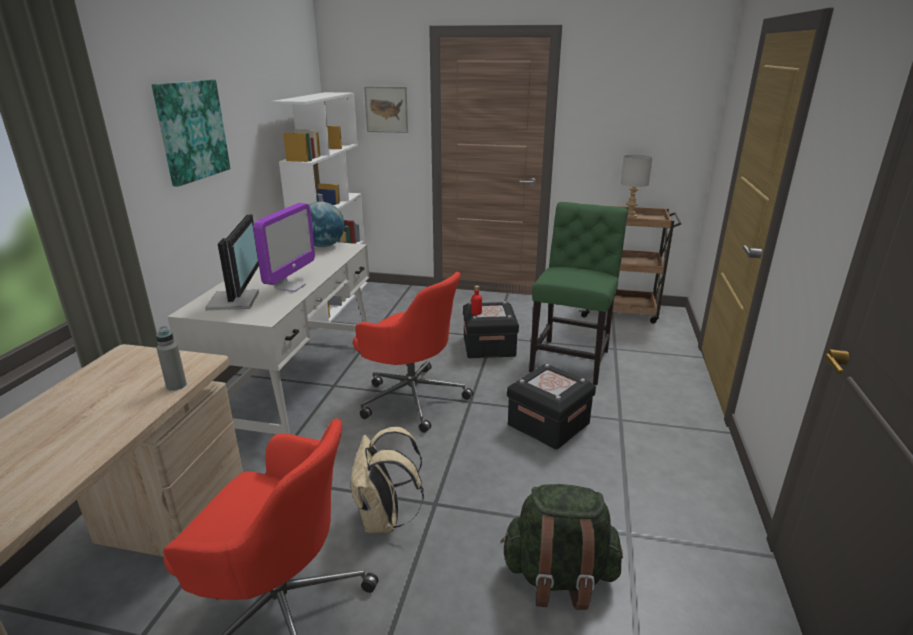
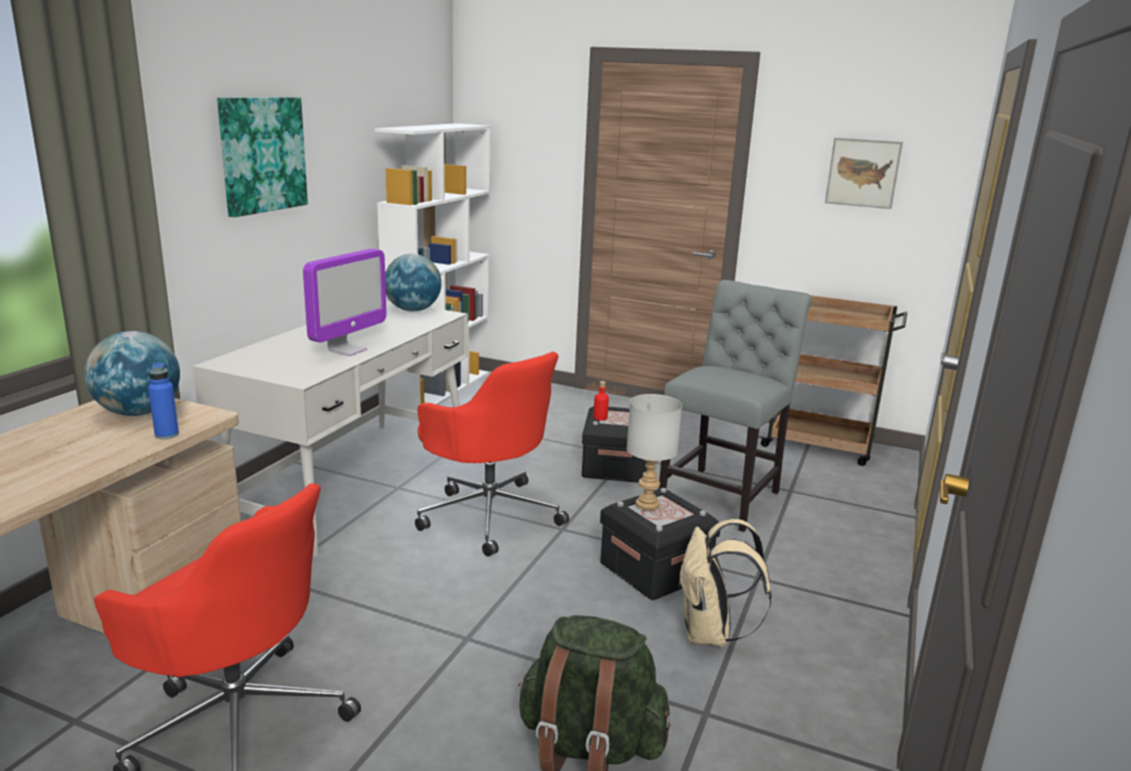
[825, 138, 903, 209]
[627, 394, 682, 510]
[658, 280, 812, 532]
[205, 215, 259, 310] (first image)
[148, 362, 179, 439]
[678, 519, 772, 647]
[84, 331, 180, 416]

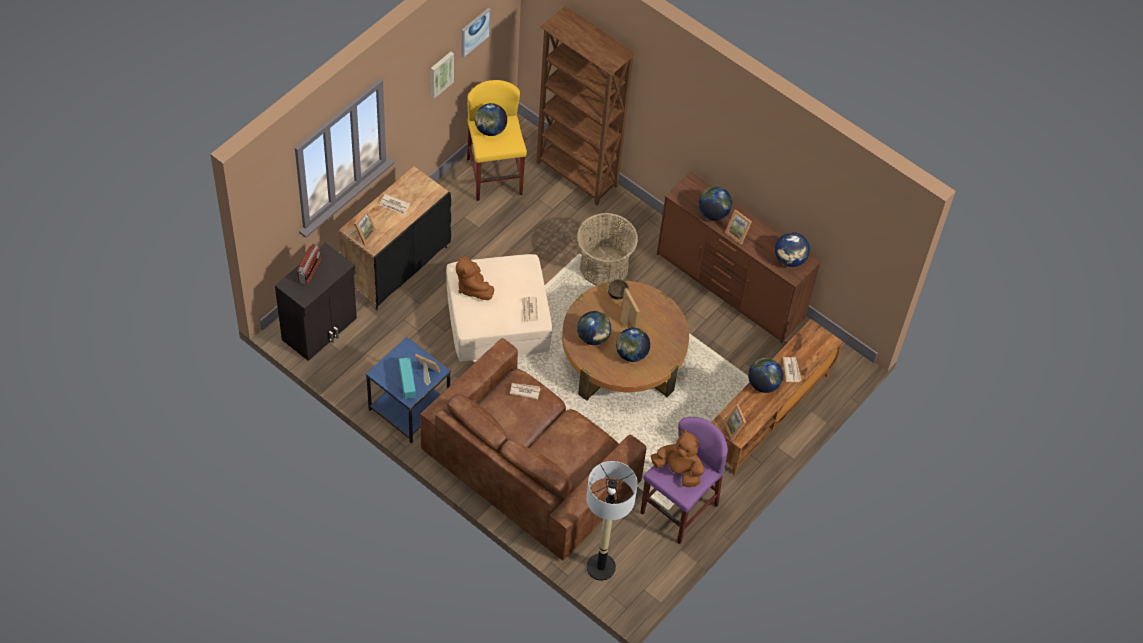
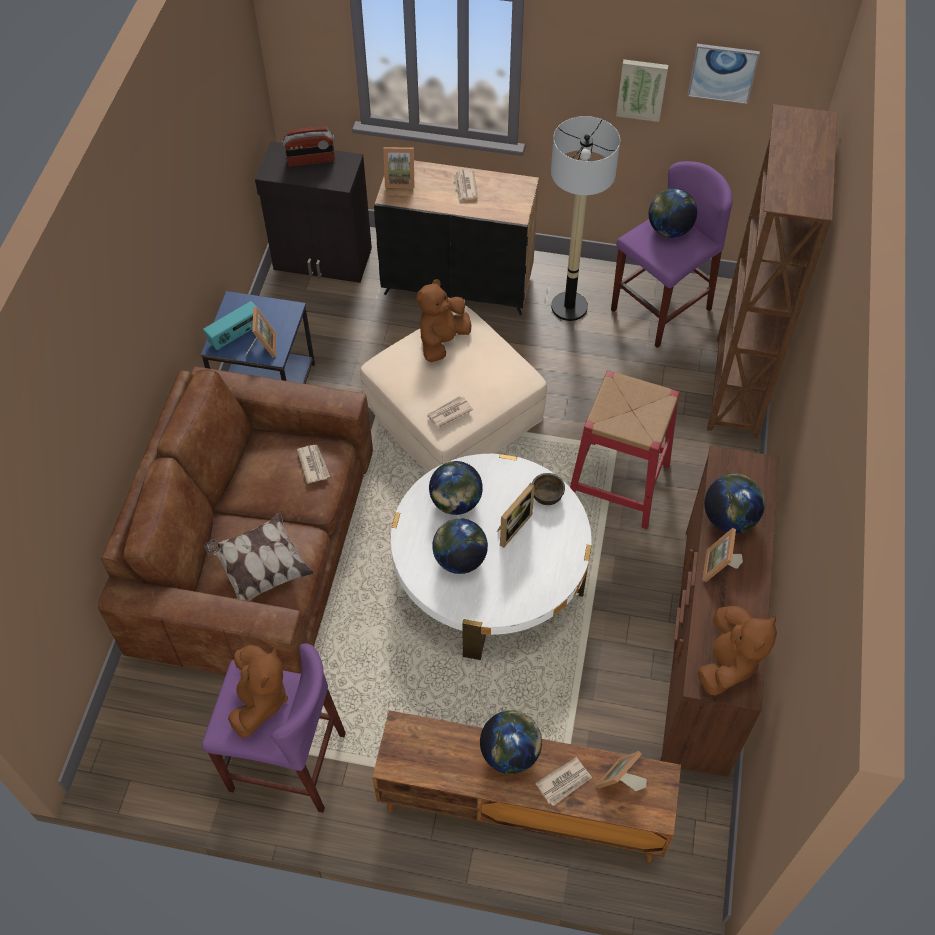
[611, 161, 733, 348]
[570, 370, 680, 529]
[698, 606, 777, 695]
[391, 454, 592, 660]
[595, 751, 647, 791]
[551, 116, 620, 321]
[204, 513, 314, 601]

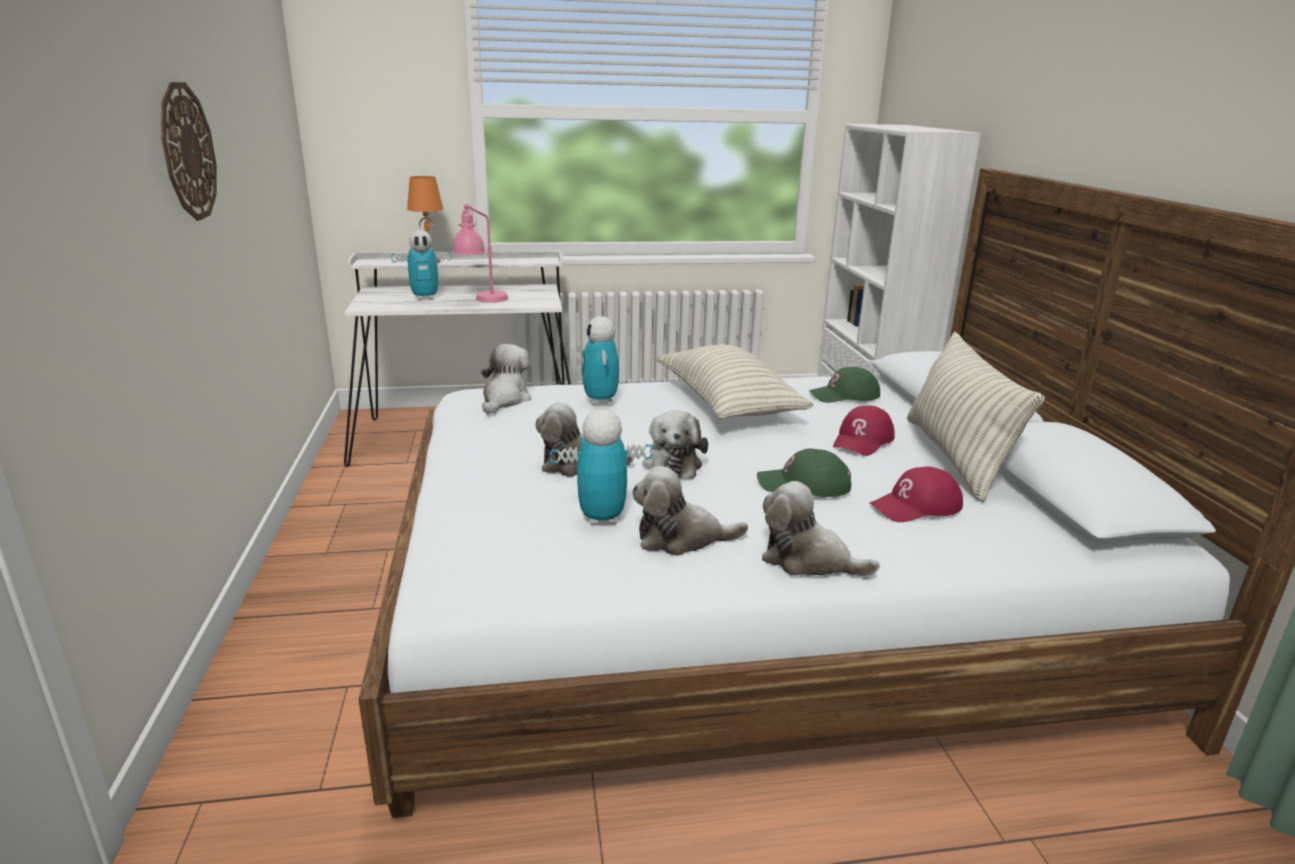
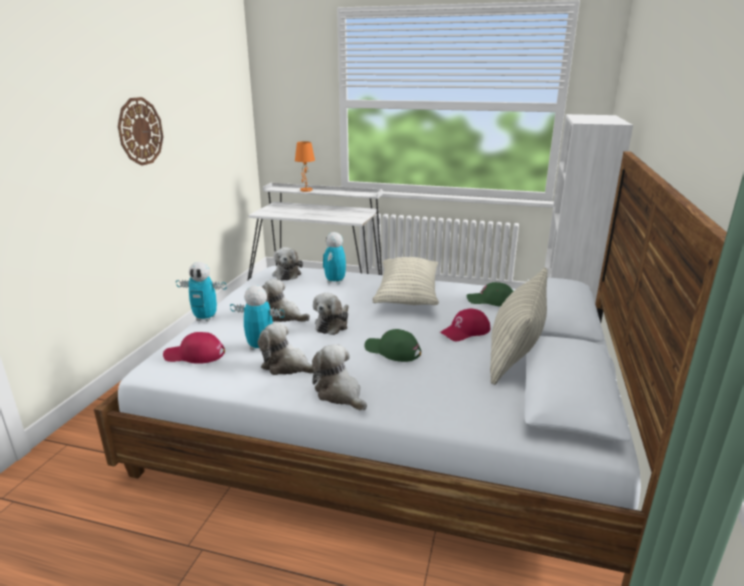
[452, 203, 508, 303] (first image)
[176, 262, 227, 322]
[272, 247, 303, 281]
[163, 332, 225, 364]

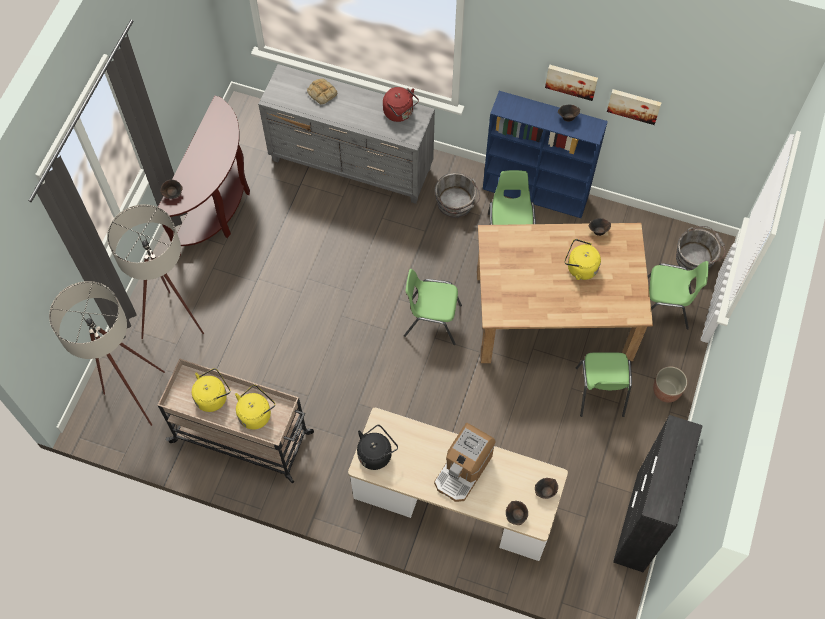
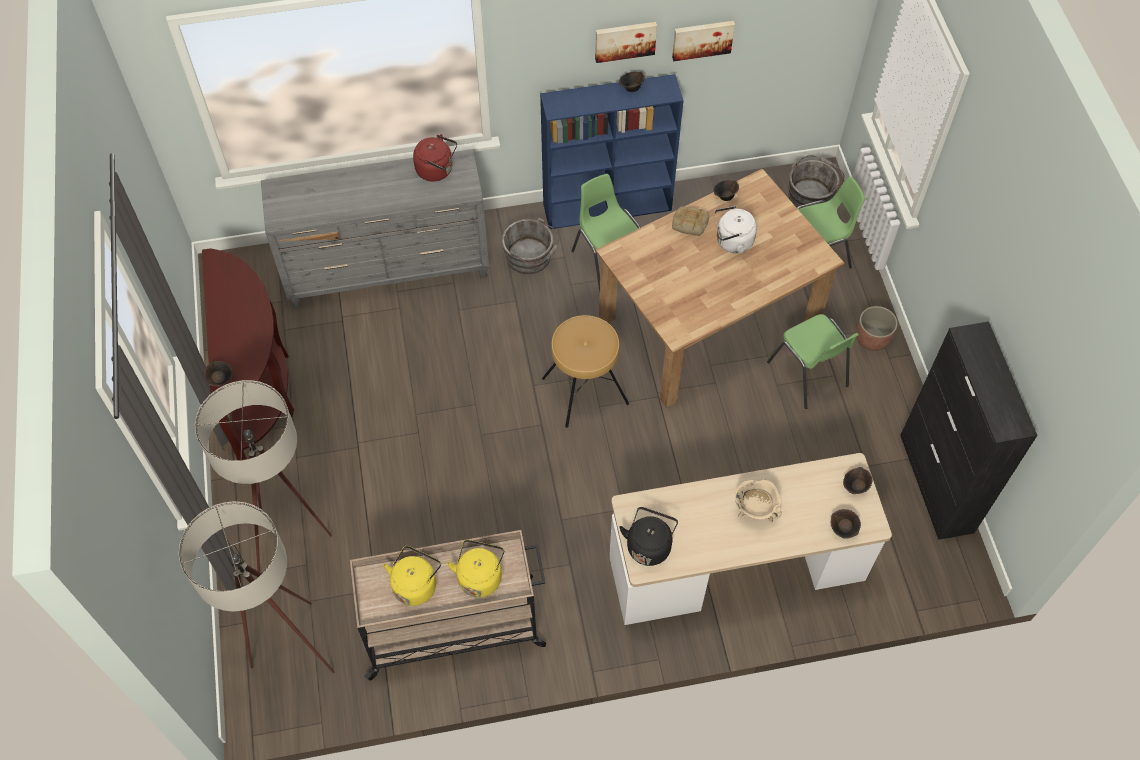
[672, 206, 709, 236]
[714, 206, 757, 253]
[542, 315, 629, 428]
[735, 479, 782, 522]

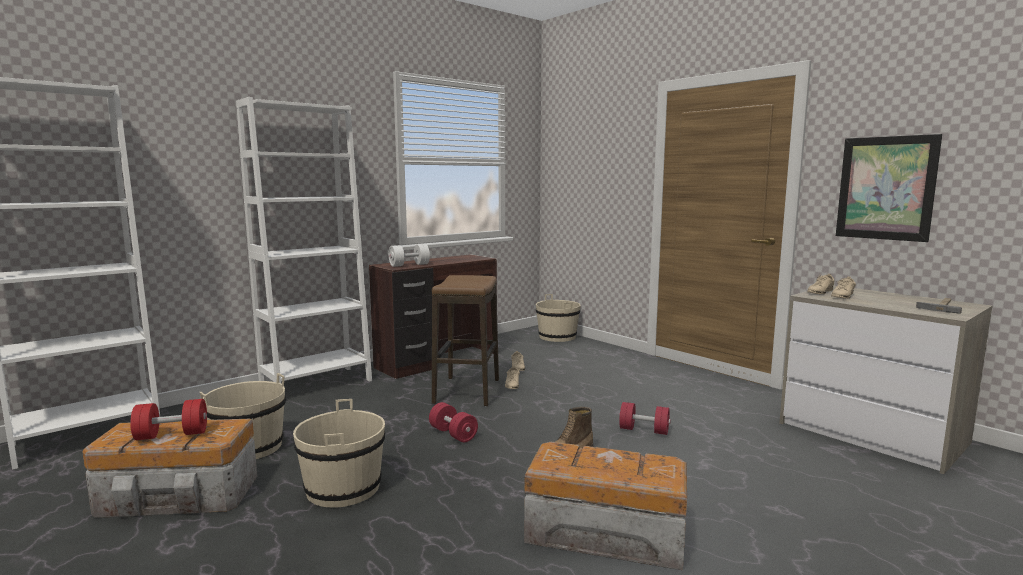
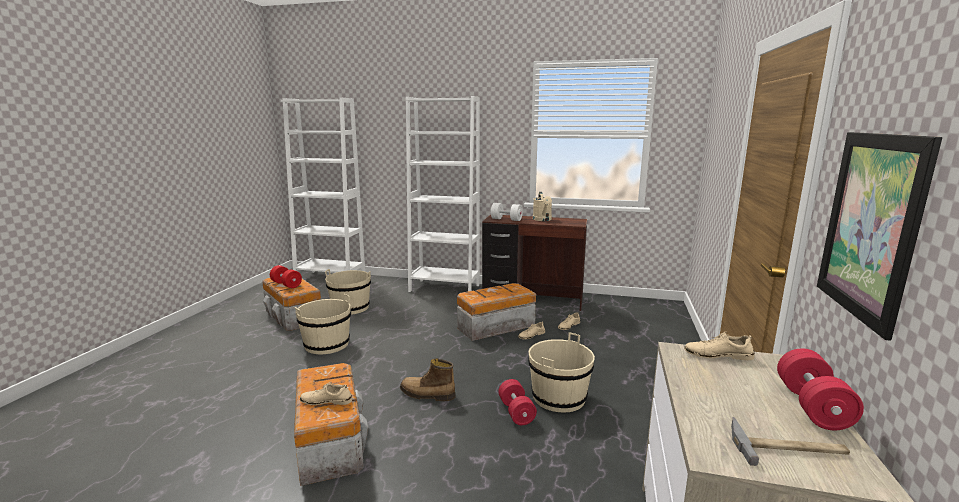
[457, 283, 536, 341]
[300, 382, 353, 405]
[528, 332, 595, 412]
[777, 348, 864, 430]
[533, 192, 552, 221]

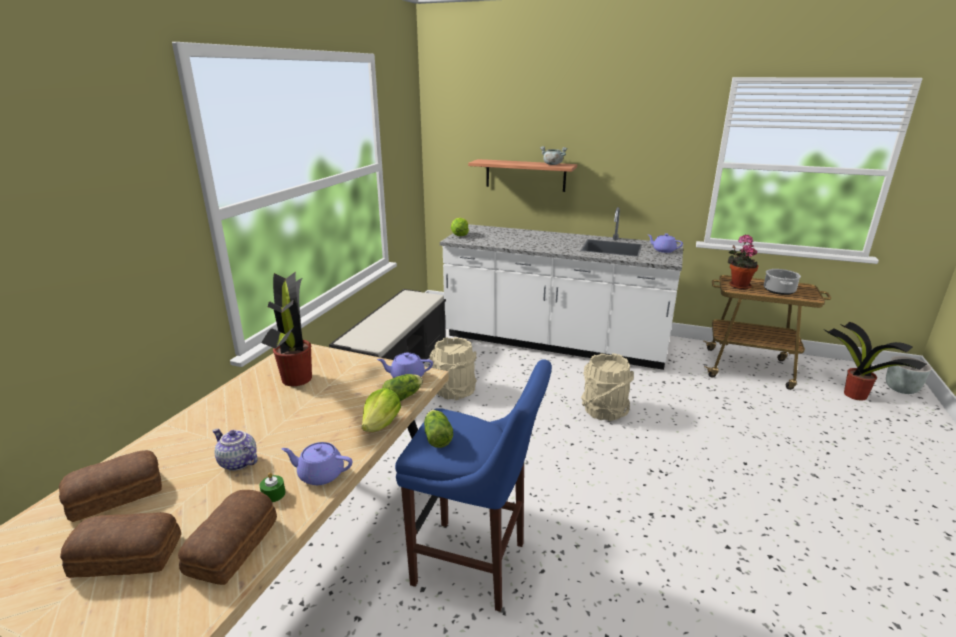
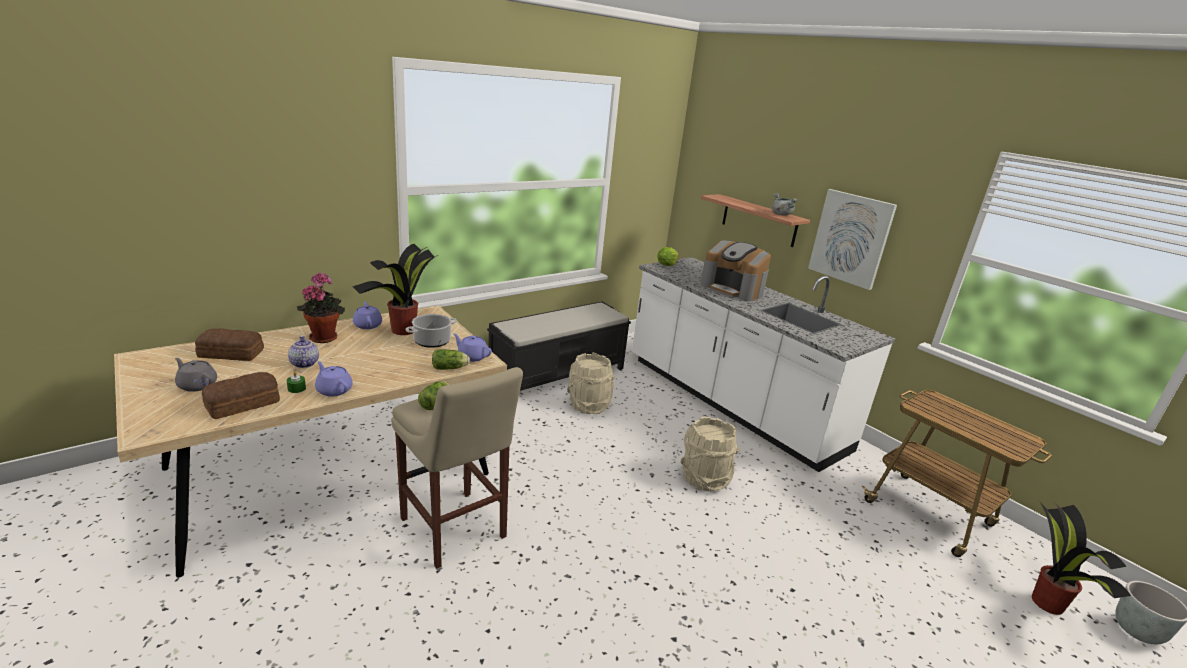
[353, 301, 382, 329]
[297, 272, 345, 343]
[406, 314, 457, 348]
[391, 367, 523, 569]
[362, 388, 401, 432] (first image)
[175, 358, 217, 392]
[808, 189, 897, 290]
[701, 241, 771, 302]

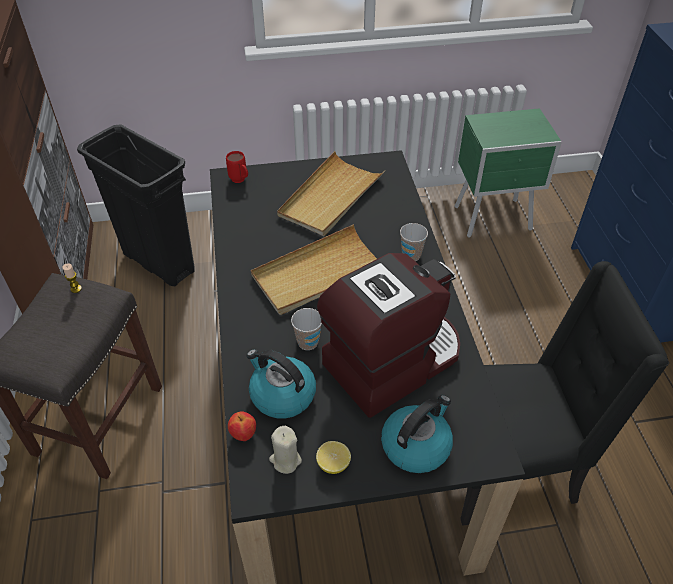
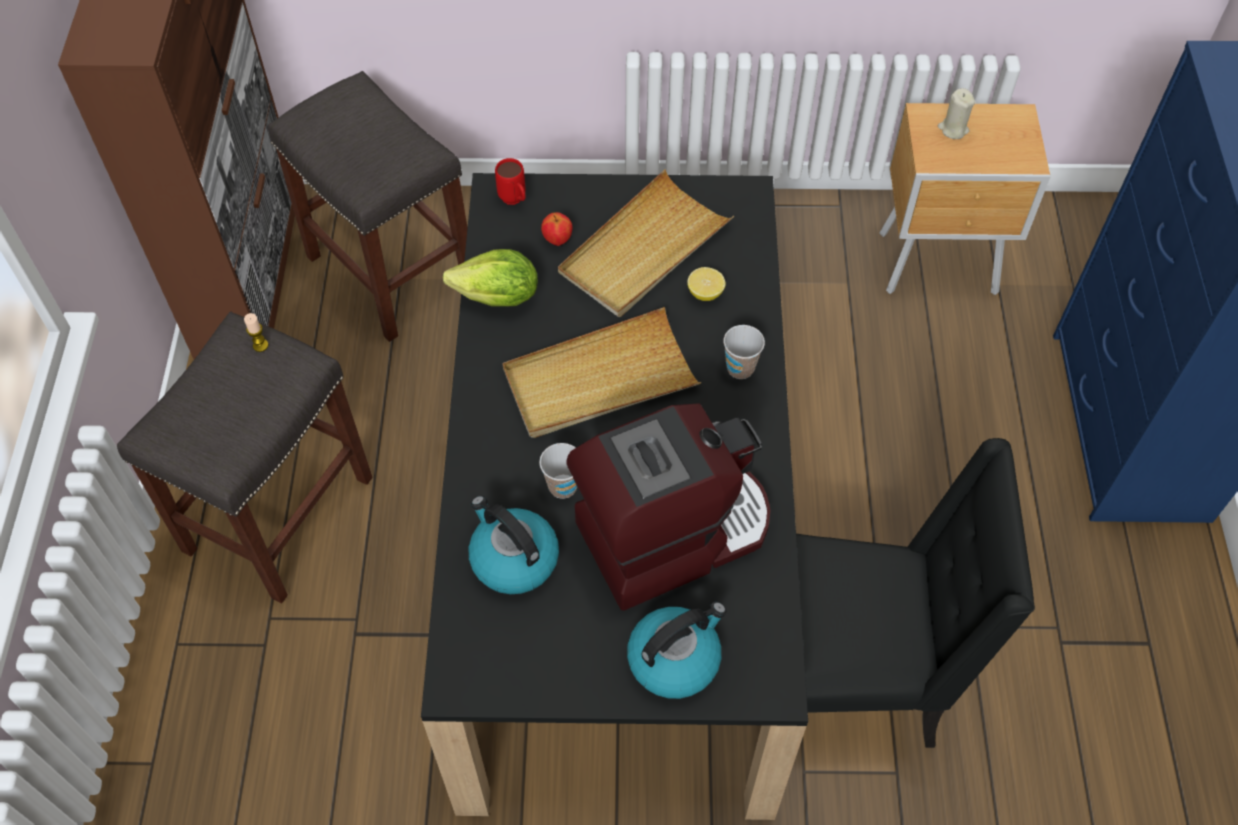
[879, 103, 1050, 295]
[268, 71, 467, 342]
[541, 212, 573, 246]
[938, 88, 975, 139]
[687, 267, 726, 301]
[443, 249, 538, 307]

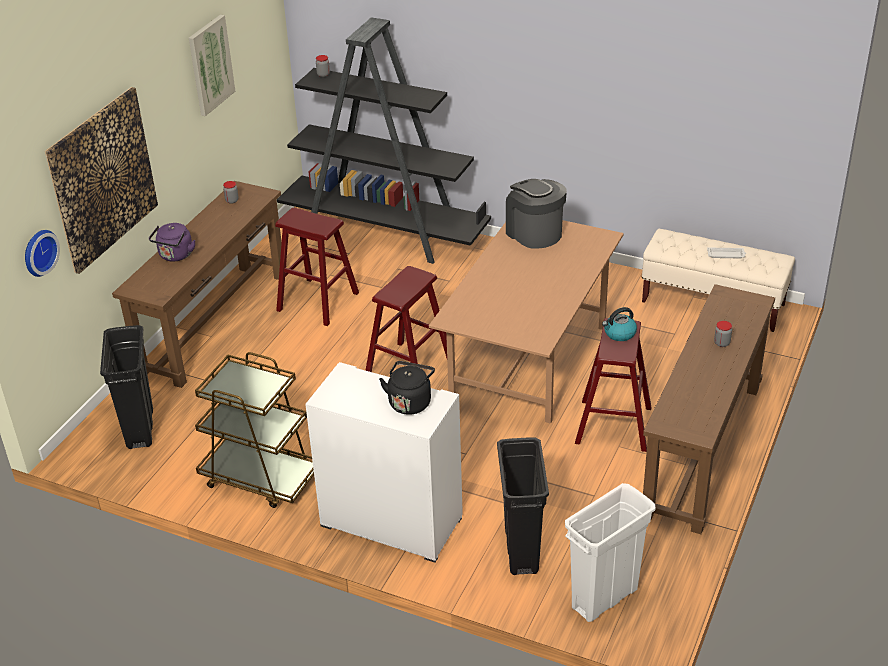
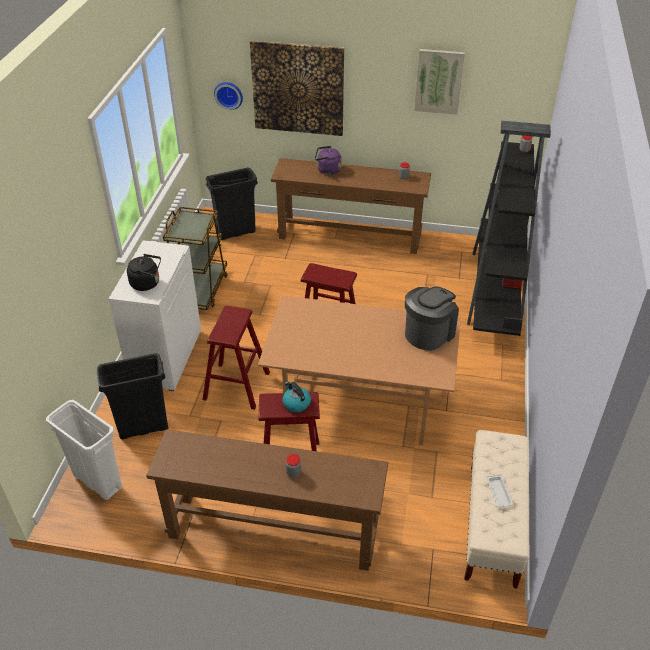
[202, 306, 270, 410]

